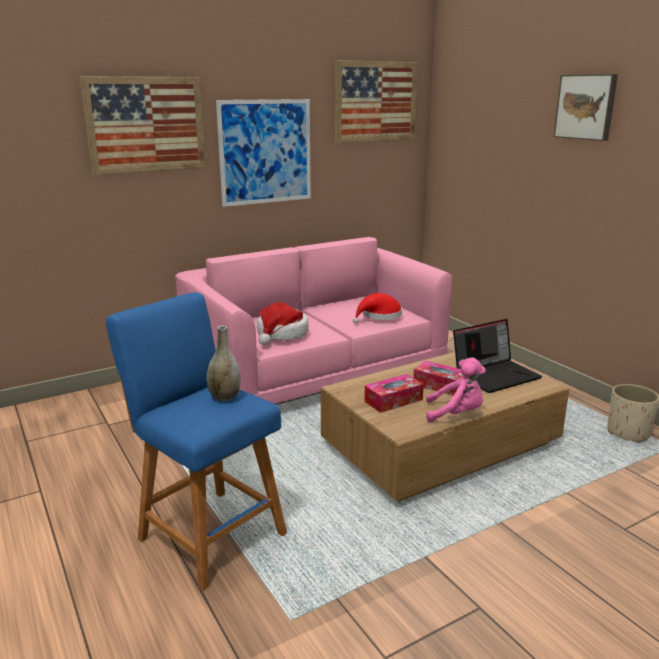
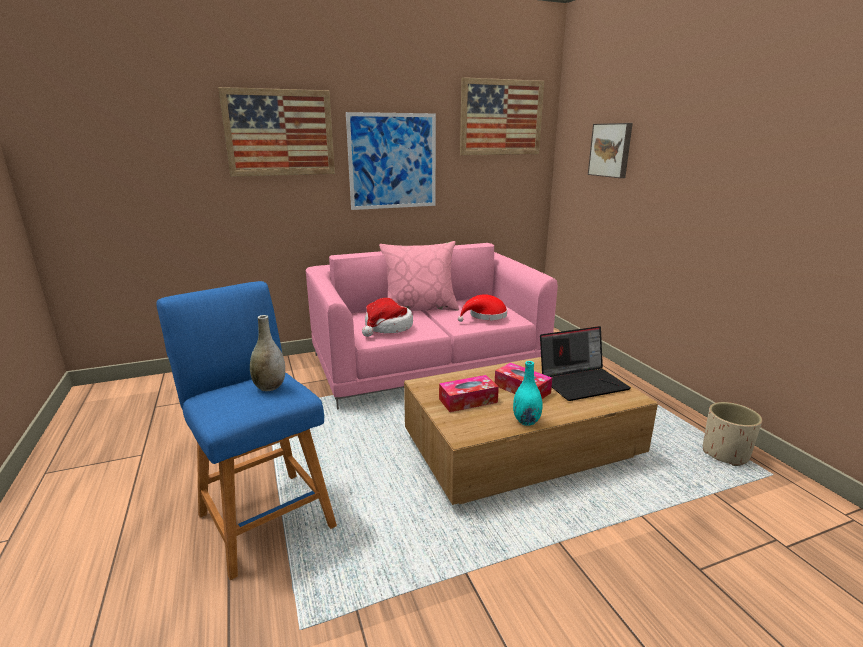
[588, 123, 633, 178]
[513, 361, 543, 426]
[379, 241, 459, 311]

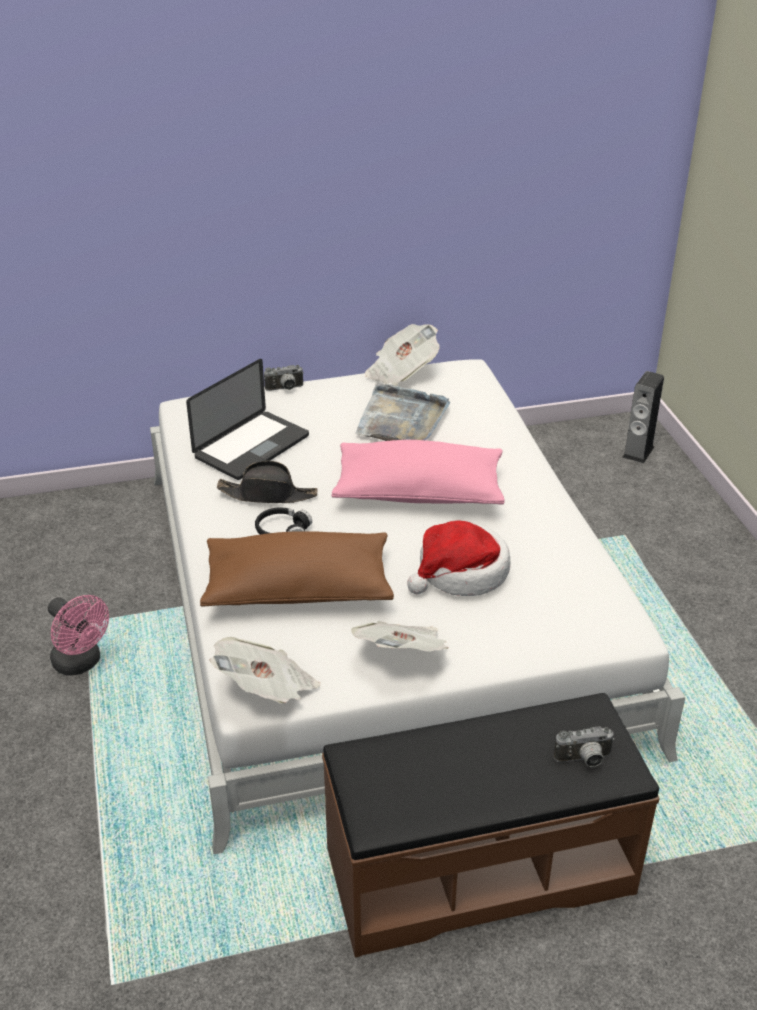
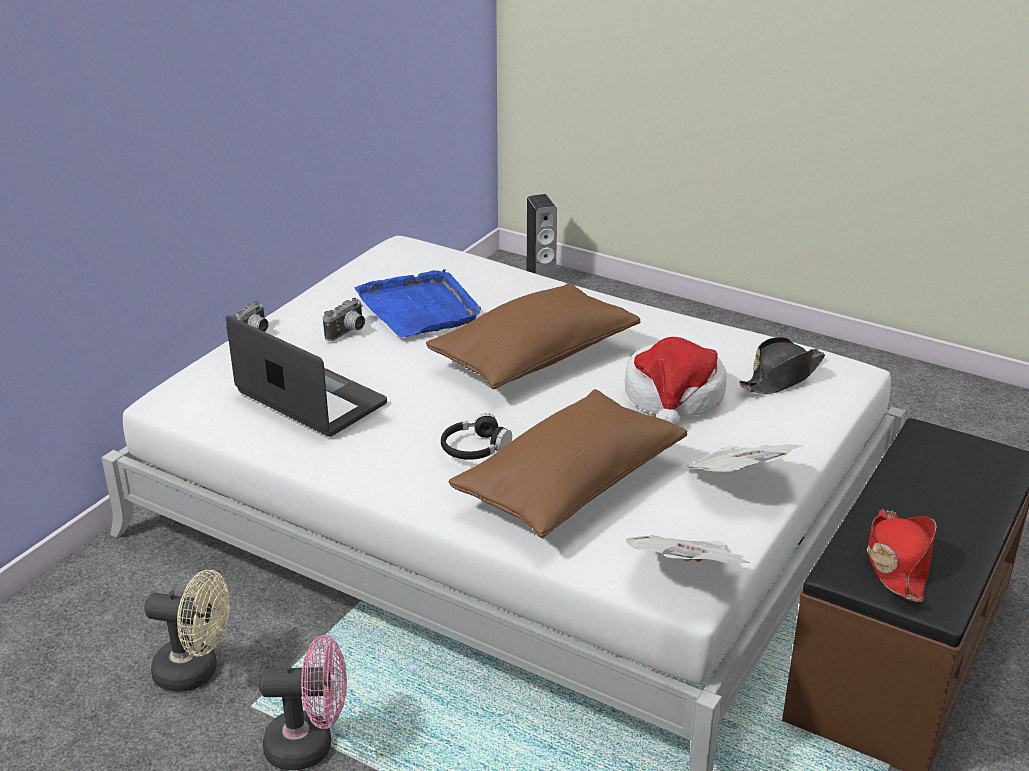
[365, 324, 440, 386] (first image)
[226, 316, 387, 437]
[355, 269, 481, 337]
[426, 283, 640, 389]
[739, 337, 825, 394]
[323, 298, 365, 341]
[867, 509, 937, 602]
[144, 570, 230, 692]

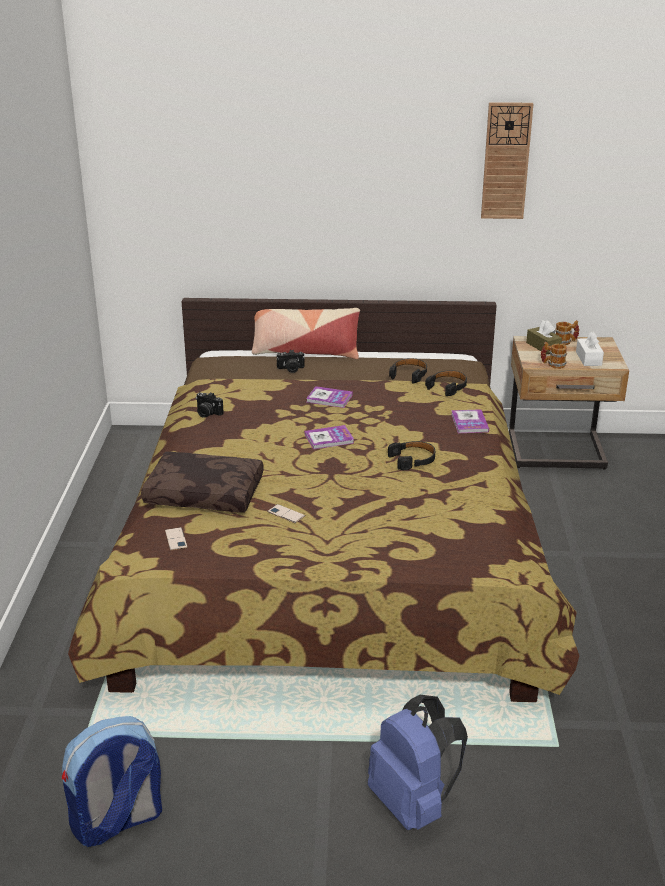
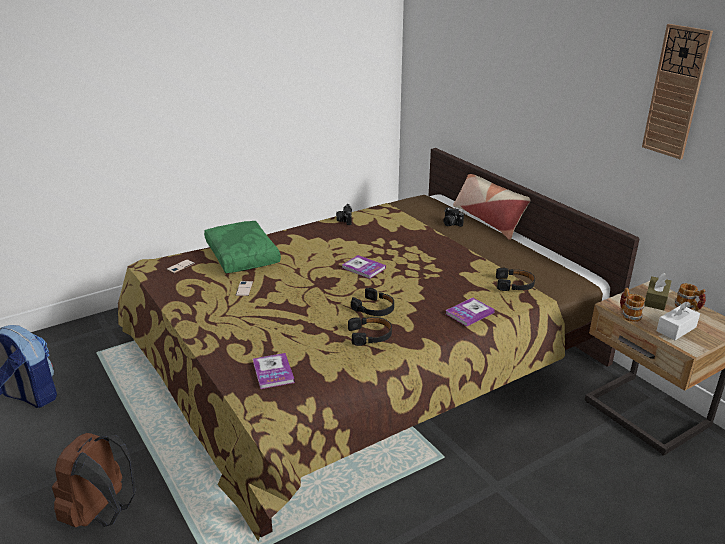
[348, 317, 392, 346]
[253, 353, 295, 389]
[204, 221, 281, 273]
[52, 433, 136, 527]

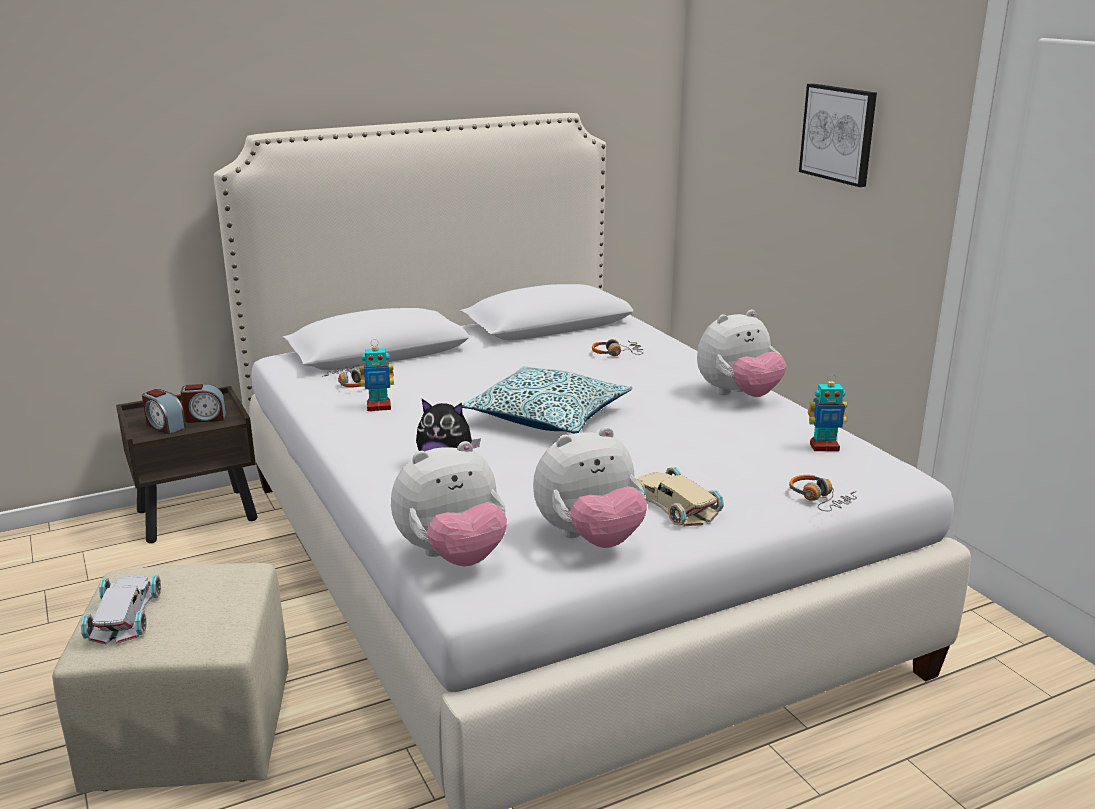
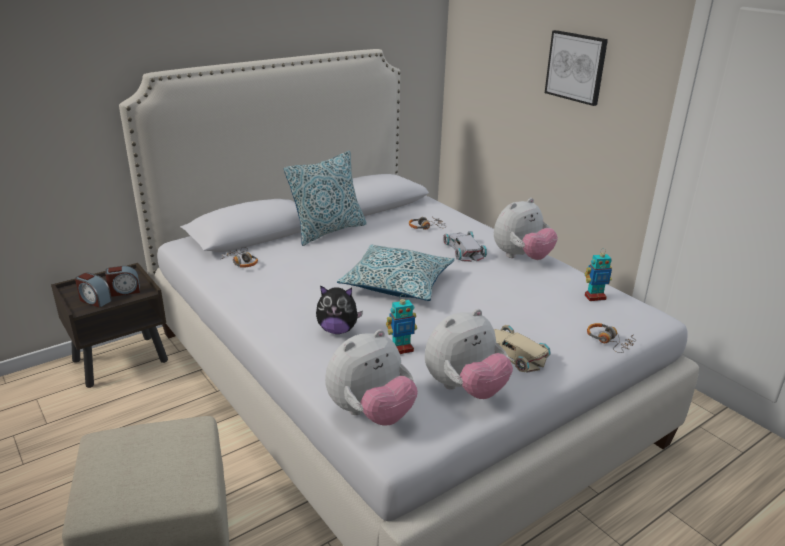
[386, 294, 417, 354]
[443, 231, 487, 262]
[284, 150, 367, 246]

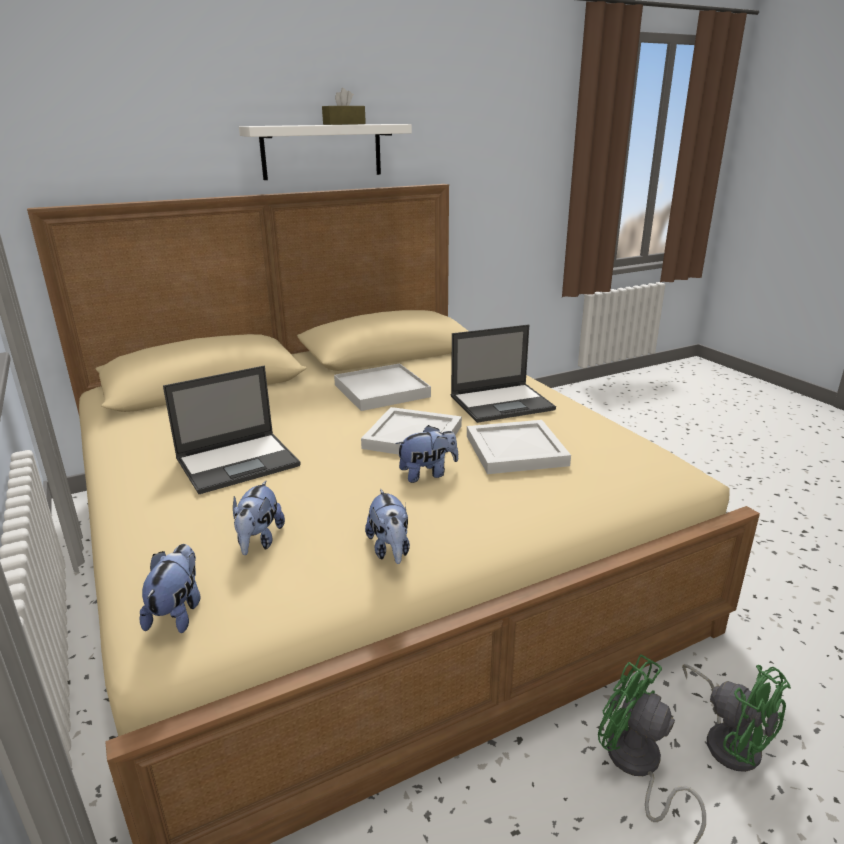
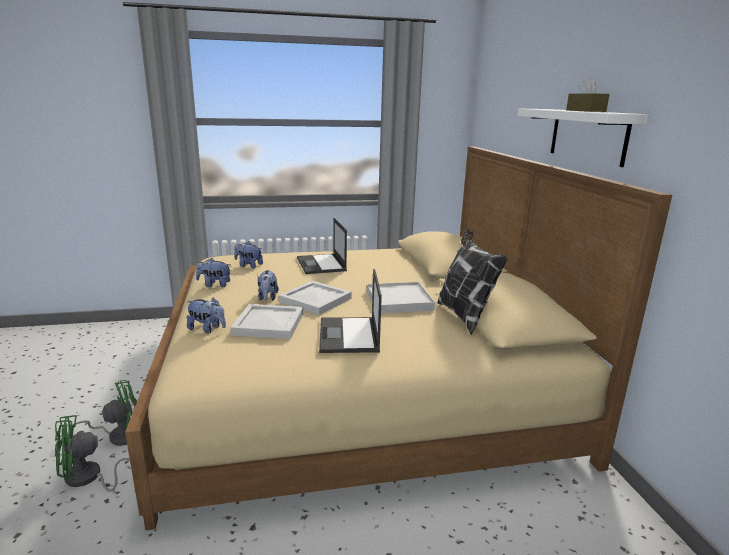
[186, 298, 226, 333]
[437, 229, 508, 335]

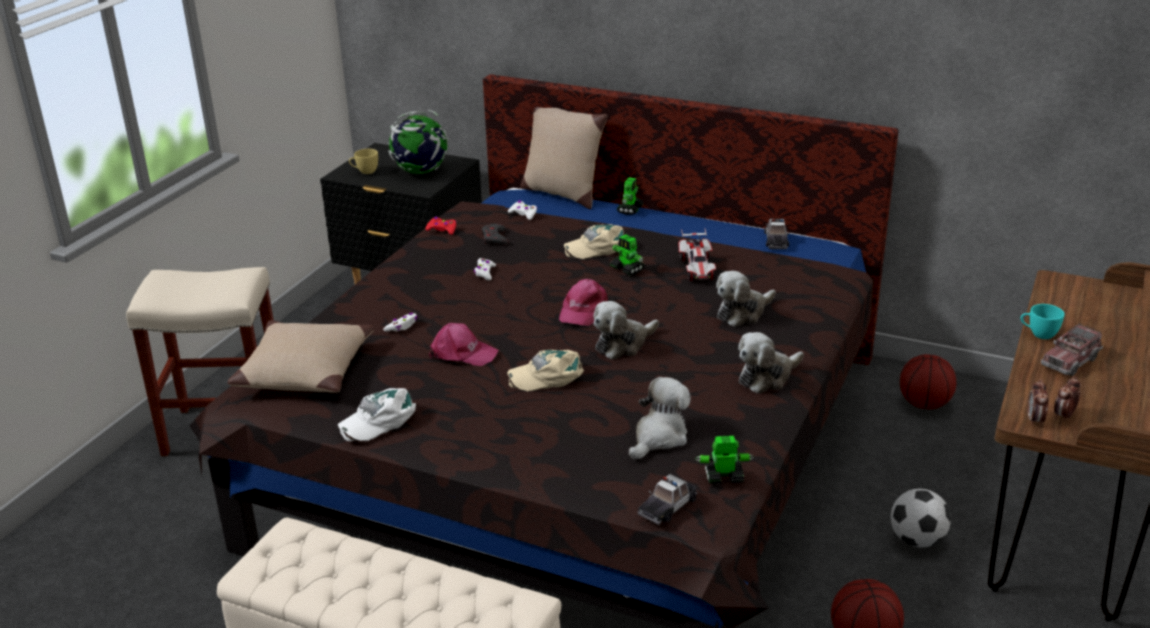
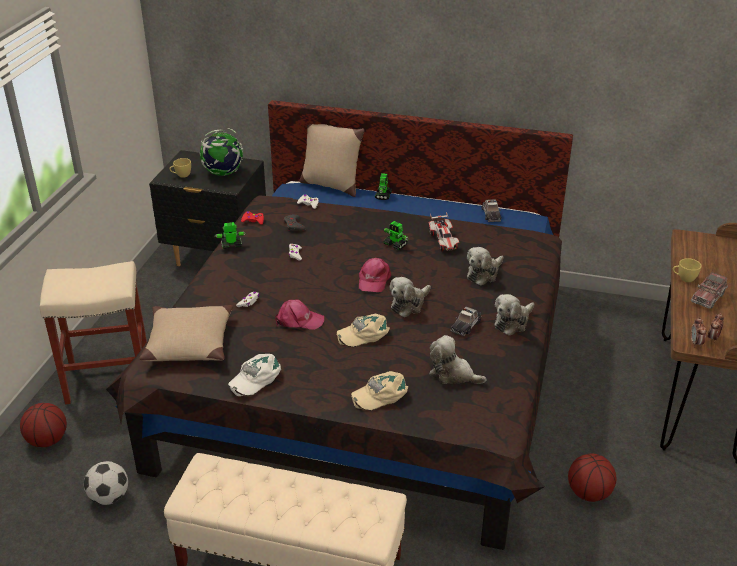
[351, 371, 408, 411]
[673, 258, 702, 282]
[20, 403, 67, 447]
[429, 335, 486, 384]
[215, 222, 246, 249]
[450, 306, 482, 336]
[84, 461, 128, 505]

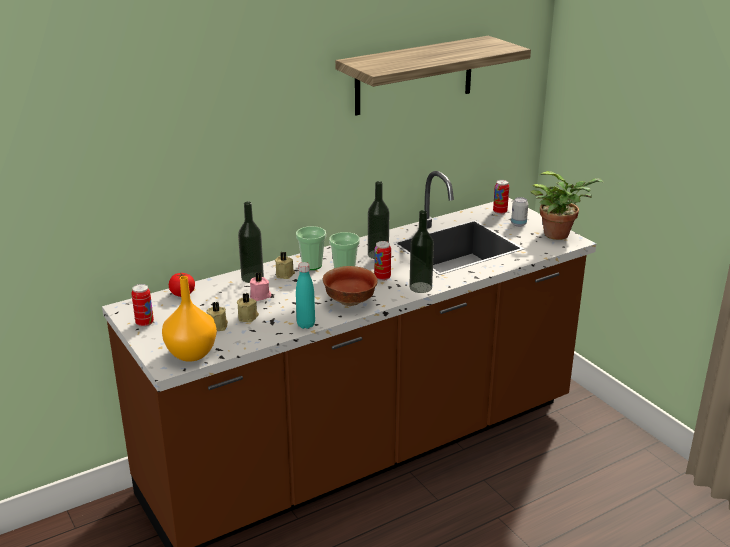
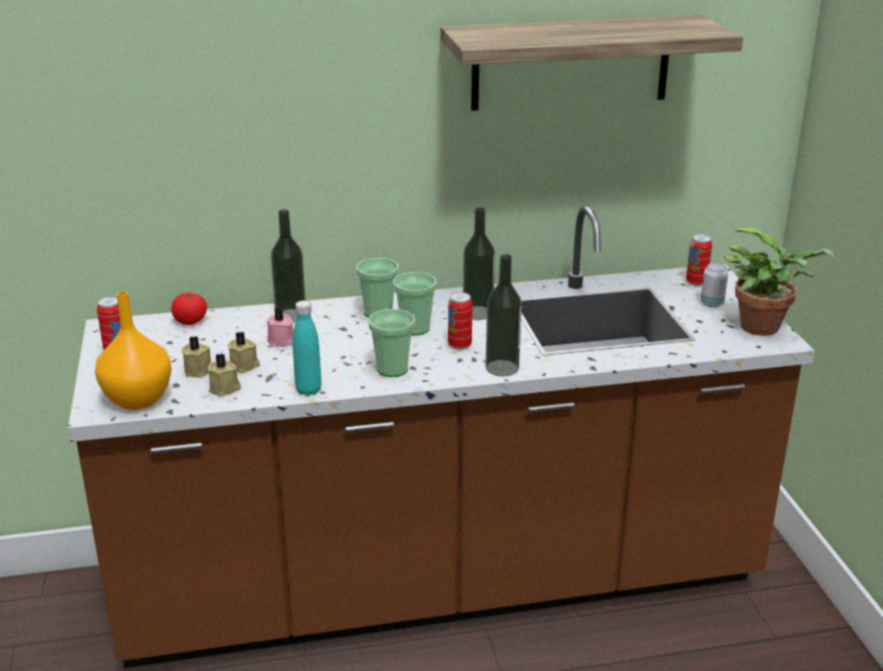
[208, 353, 241, 397]
[368, 309, 415, 377]

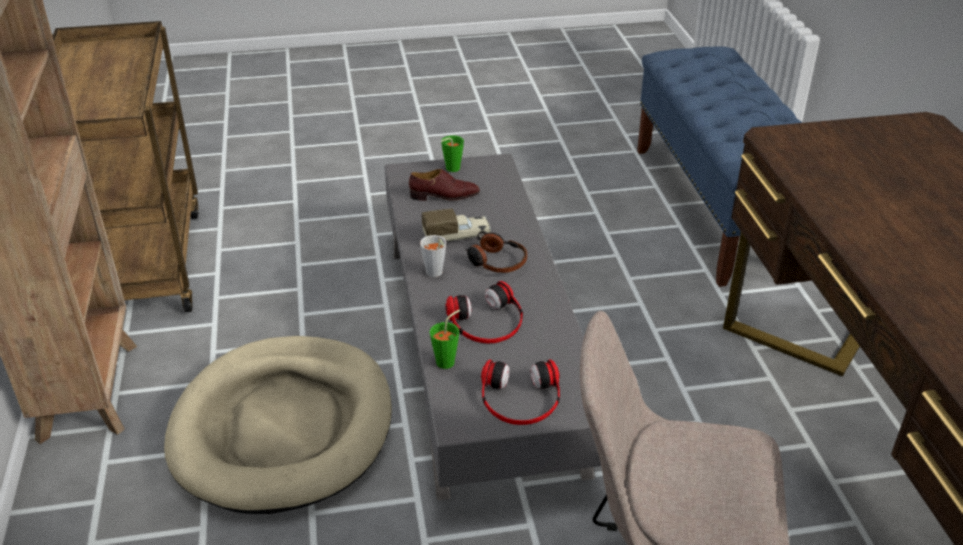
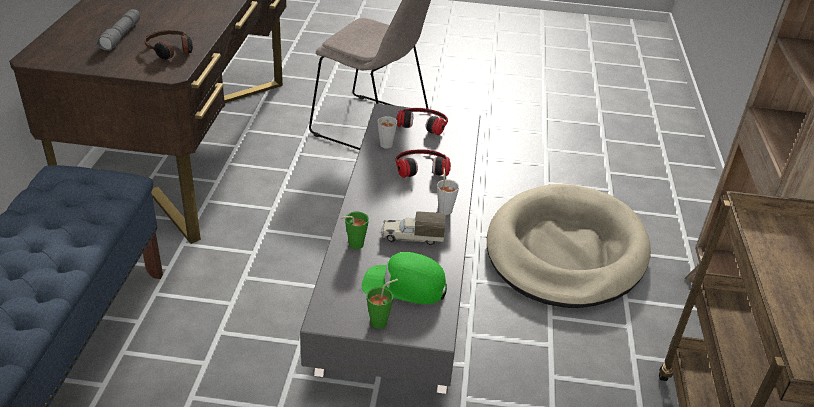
[362, 252, 447, 304]
[144, 30, 193, 60]
[340, 212, 369, 249]
[96, 9, 140, 51]
[377, 116, 397, 149]

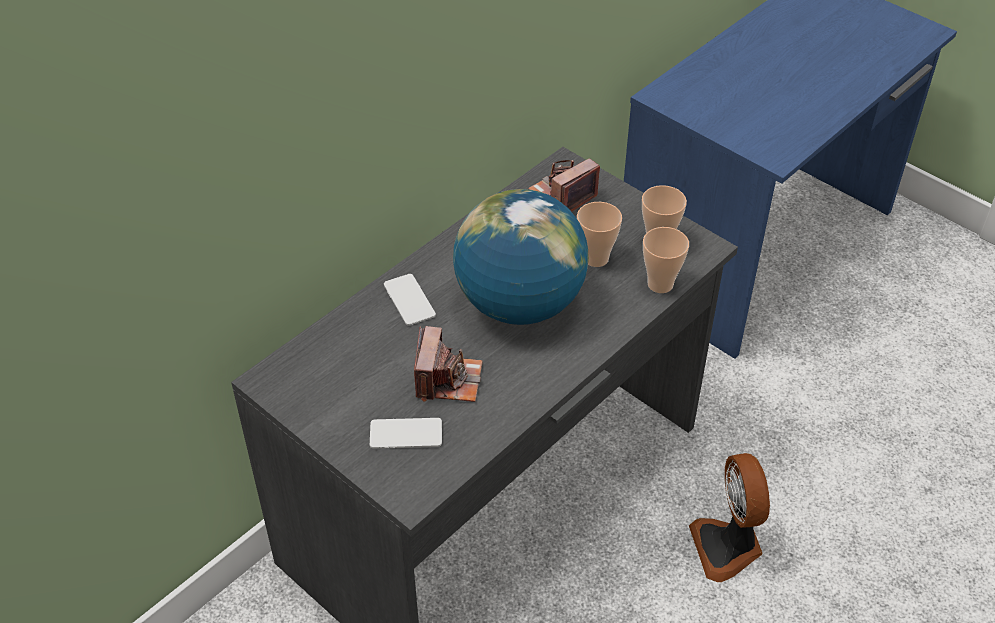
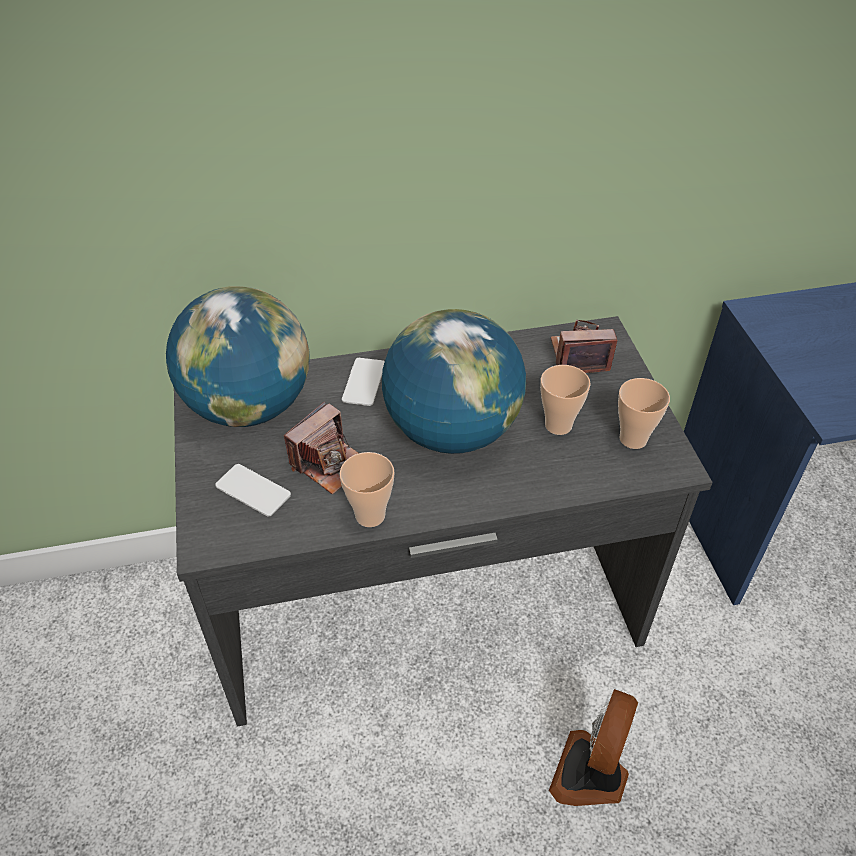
[340, 452, 394, 527]
[166, 286, 309, 427]

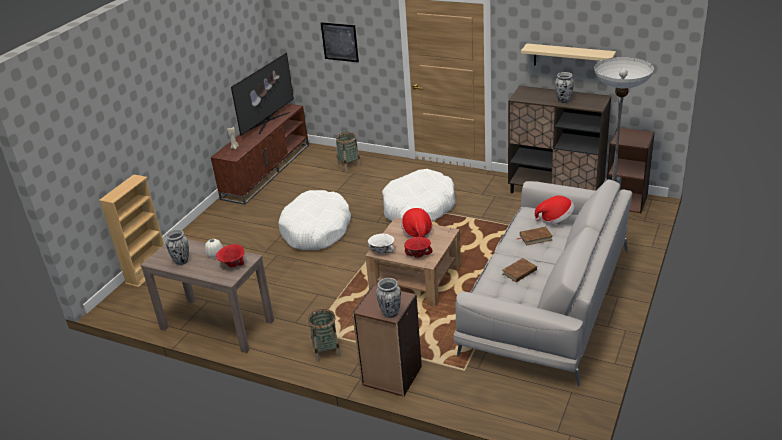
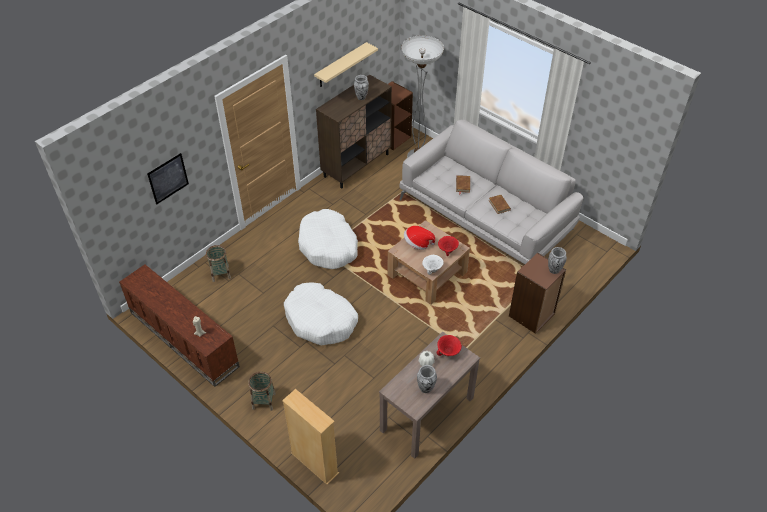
[231, 53, 294, 136] (first image)
[535, 196, 575, 225] (first image)
[248, 372, 276, 411]

